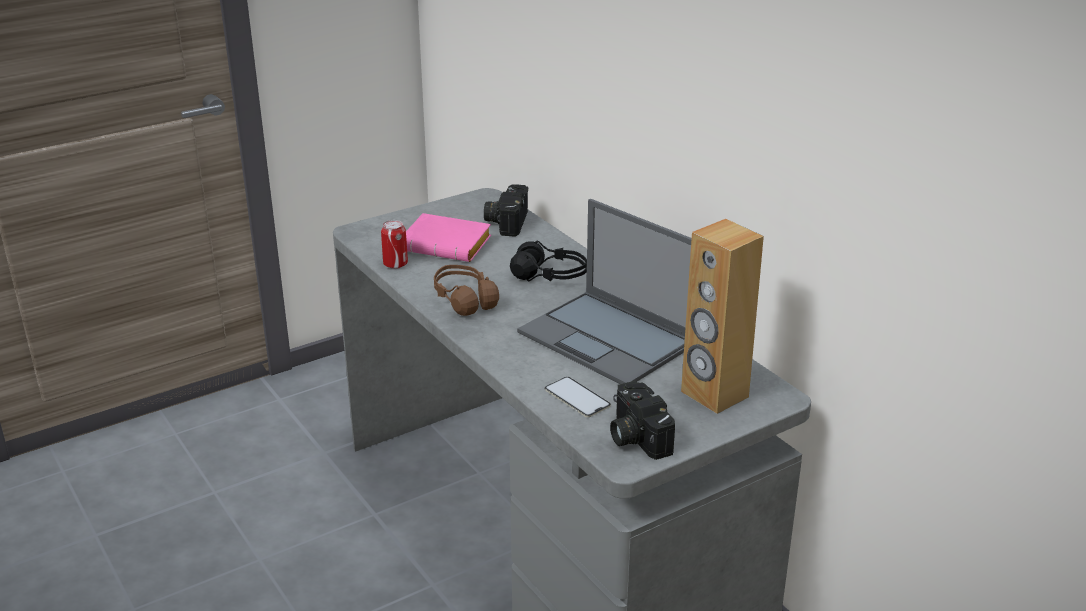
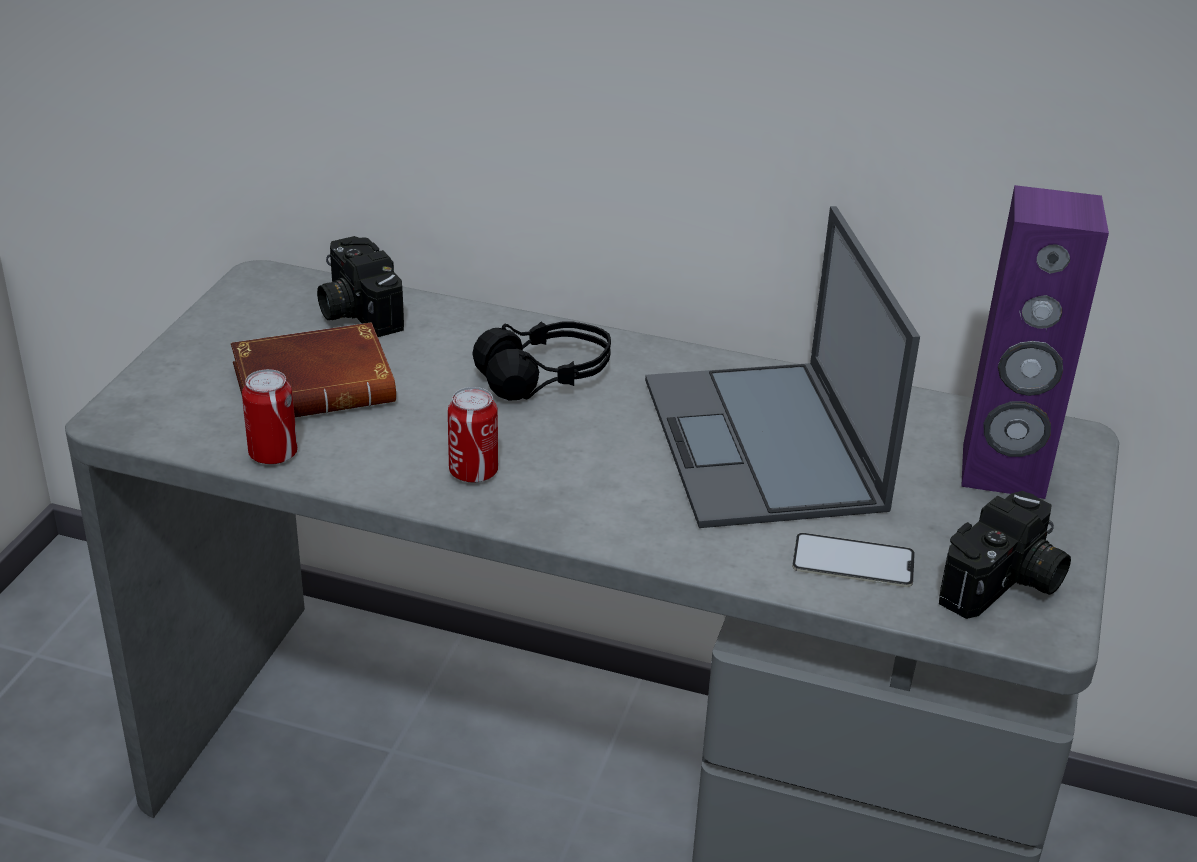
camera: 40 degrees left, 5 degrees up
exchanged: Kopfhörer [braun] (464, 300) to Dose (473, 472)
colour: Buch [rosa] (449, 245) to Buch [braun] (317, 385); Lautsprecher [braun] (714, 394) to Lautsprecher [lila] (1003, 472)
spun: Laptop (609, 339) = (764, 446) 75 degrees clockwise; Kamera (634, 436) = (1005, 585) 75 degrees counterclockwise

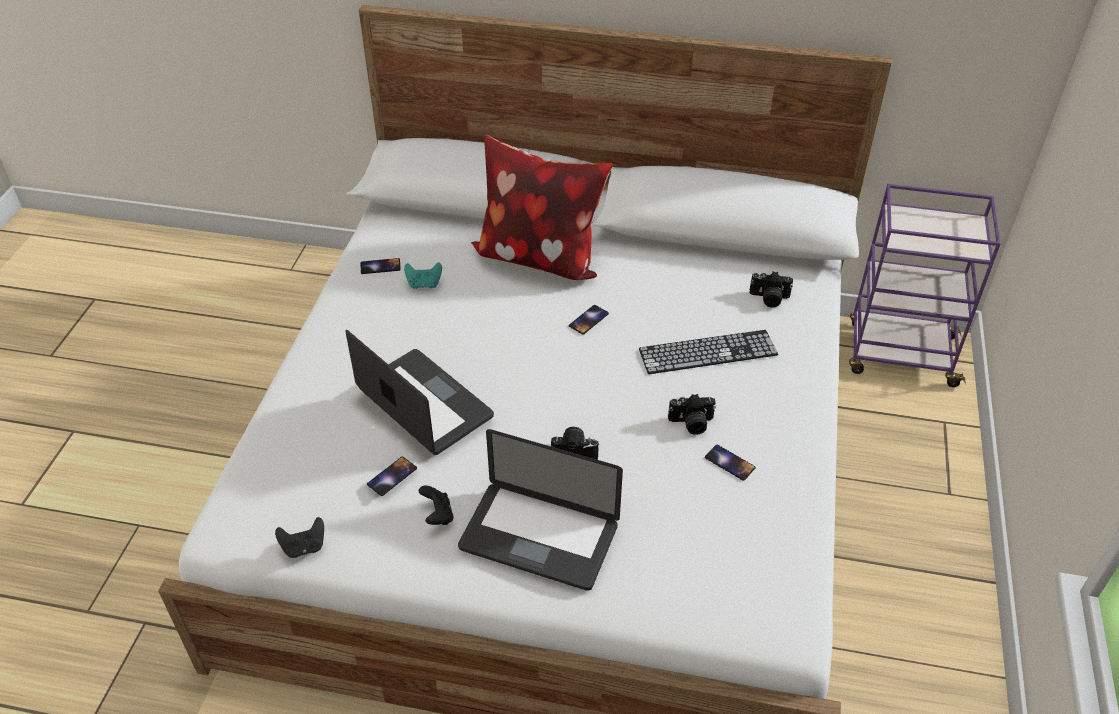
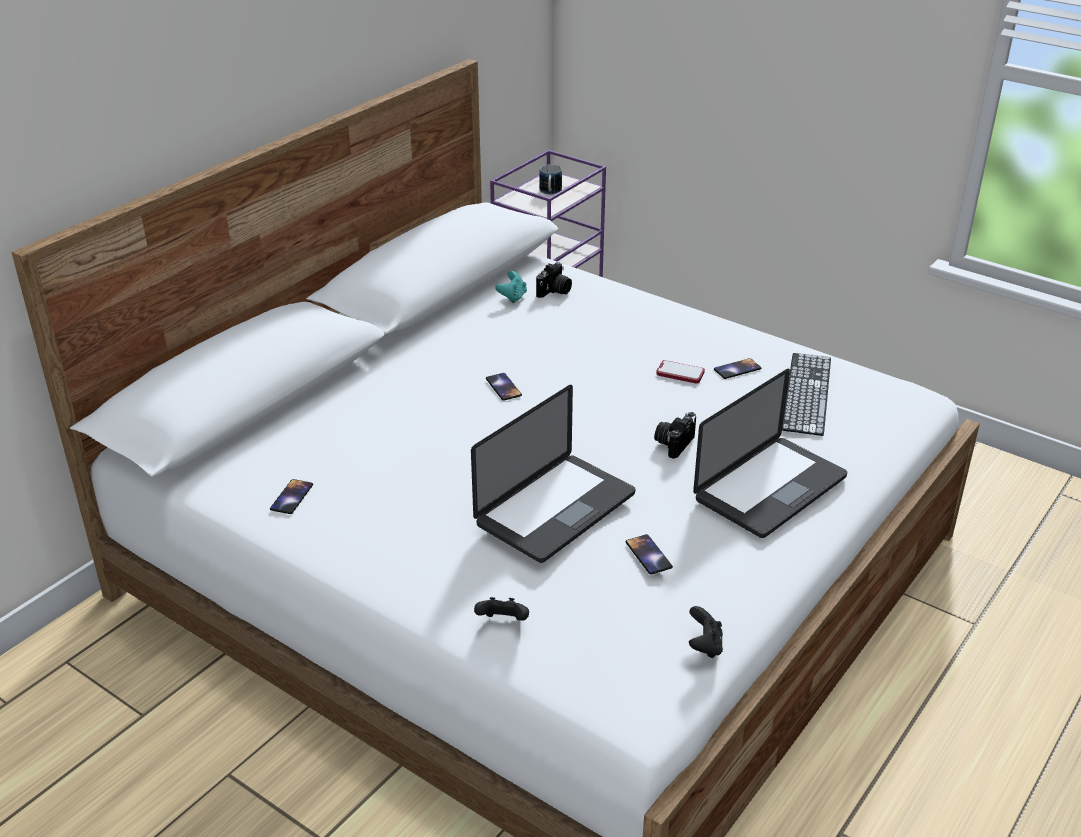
camera: 65 degrees left, 10 degrees down
missing: Kissen (539, 256)
appeared: Henkelbecher (550, 192)
relocated: Gamepad [türkis] (424, 284) to (512, 297); Gamepad [schwarz] (437, 515) to (503, 622); Tastatur (708, 352) to (807, 393)
exchanged: Kamera (691, 423) to Handy (680, 373)
spun: Laptop (424, 403) = (556, 510) 150 degrees clockwise

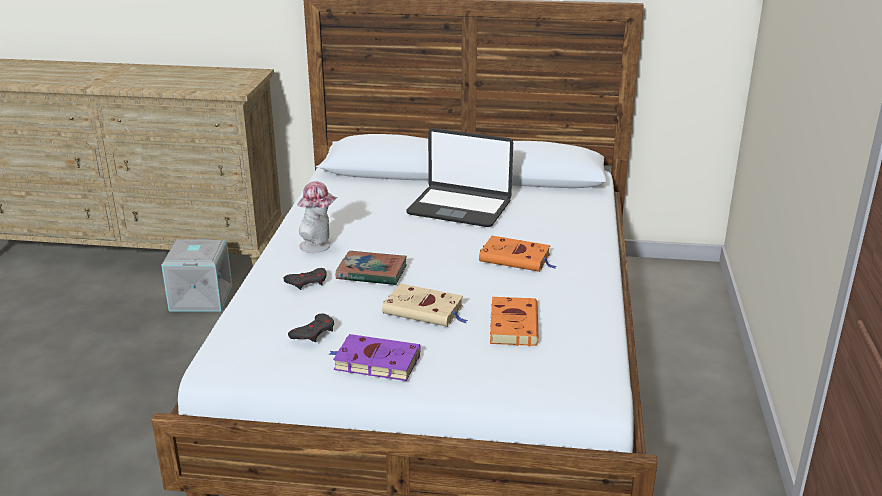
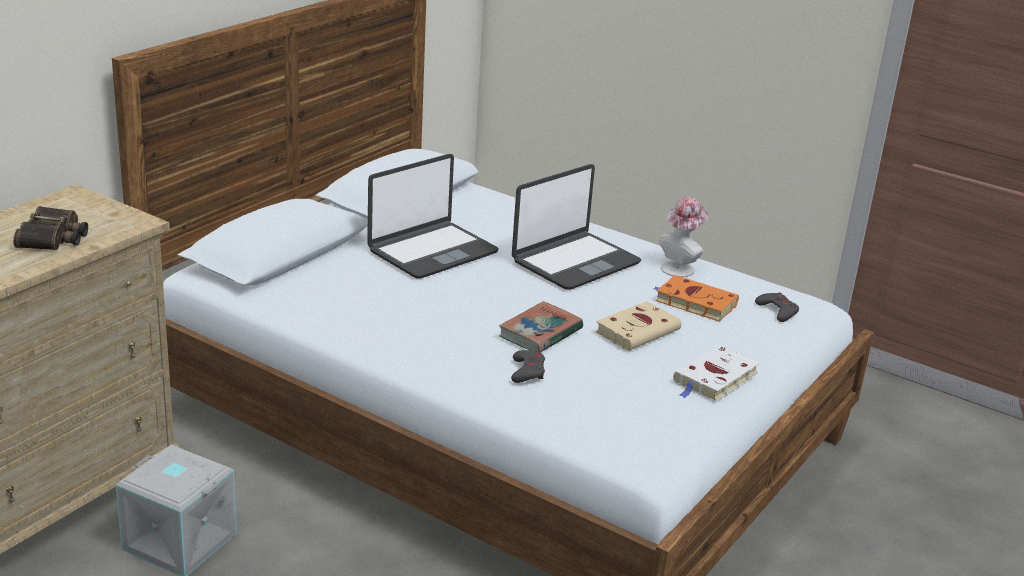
camera: 65 degrees left, 0 degrees up
appeared: Fernglas (53, 238)
relocated: Gamepad [grau] (314, 332) to (777, 311); Hut (319, 246) to (680, 268)
exchanged: Buch [orange] (517, 258) to Laptop (574, 262)
colour: Buch [lila] (374, 362) to Buch [weiß] (714, 379)

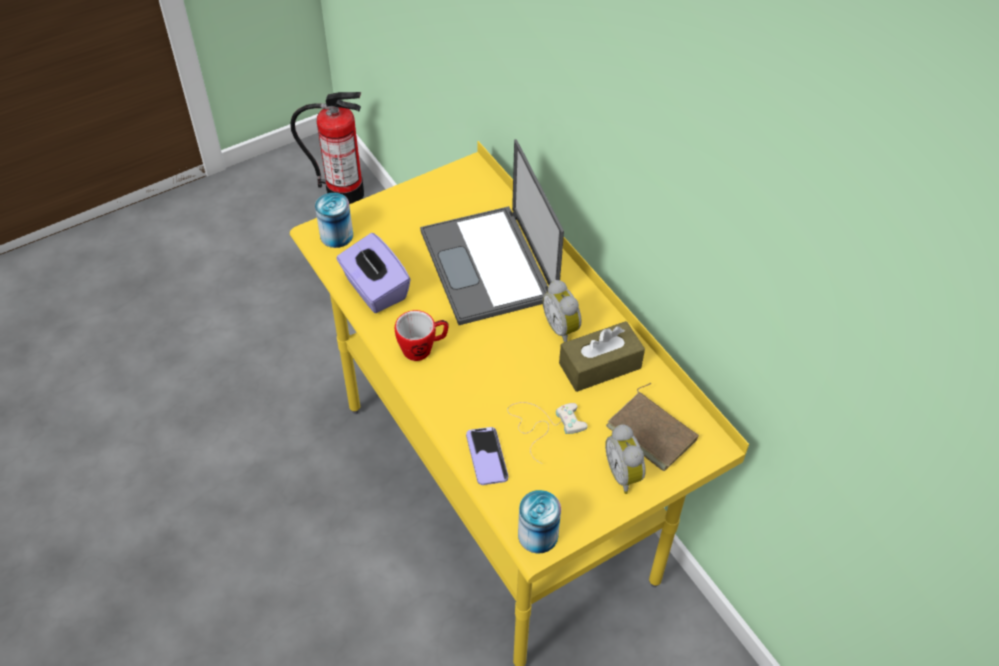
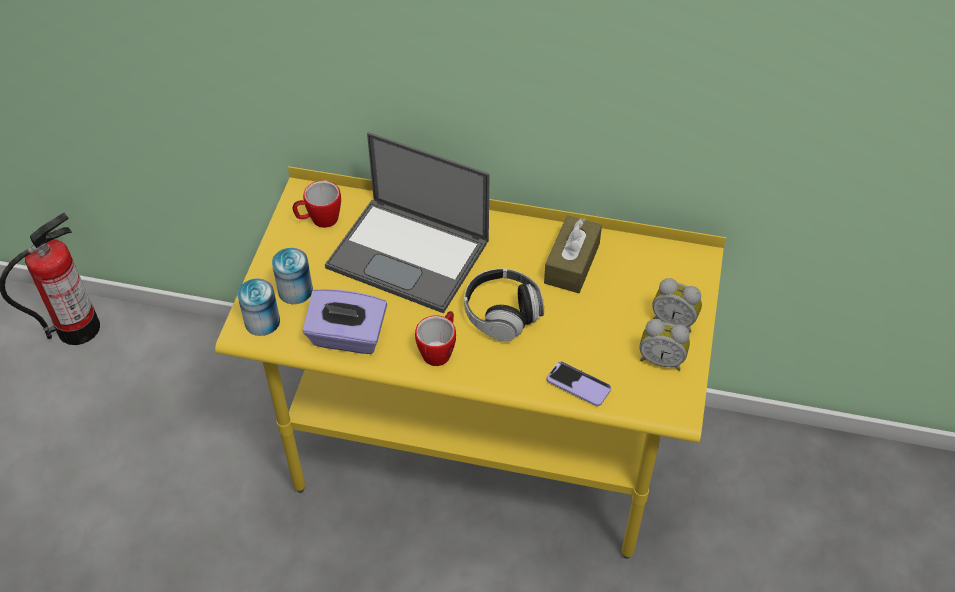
camera: 45 degrees left, 0 degrees up
missing: Gamepad [weiß] (543, 424); Buch [braun] (653, 432)
appeared: Henkelbecher (319, 220); Kopfhörer (502, 314)
relocated: Dose (538, 535) to (295, 290); Wecker (562, 328) to (661, 359)

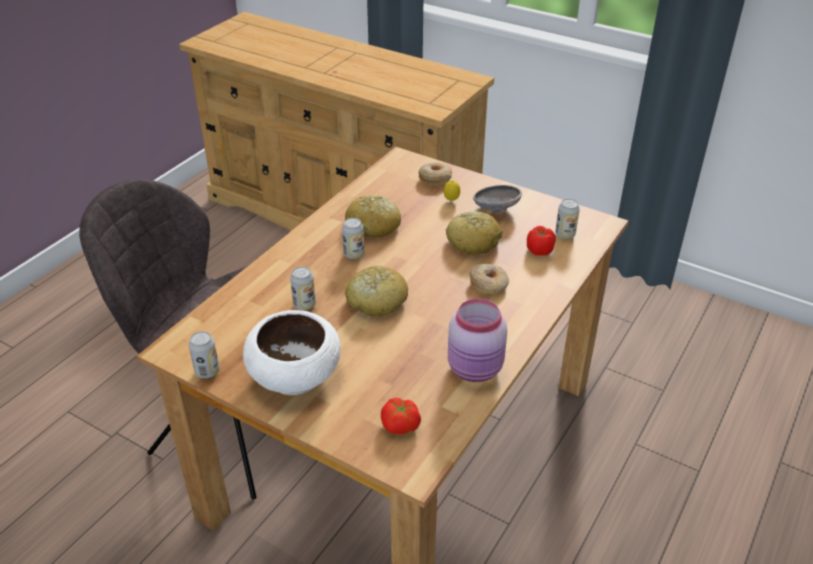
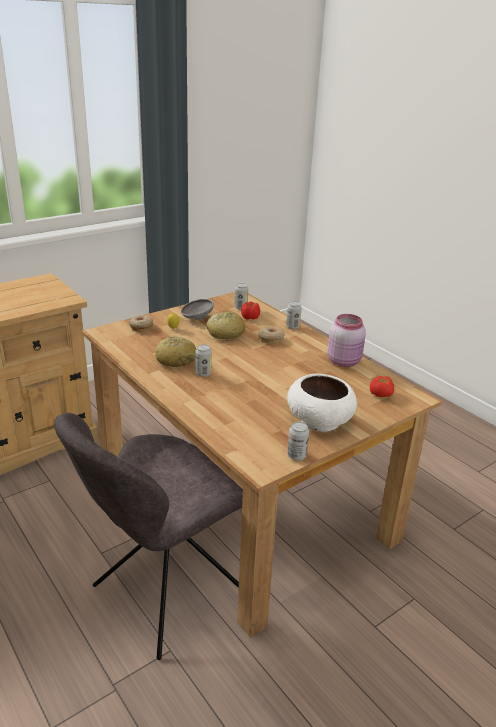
camera: 70 degrees left, 10 degrees down
missing: Brot (376, 301)
relocated: Dose (304, 304) to (292, 327)

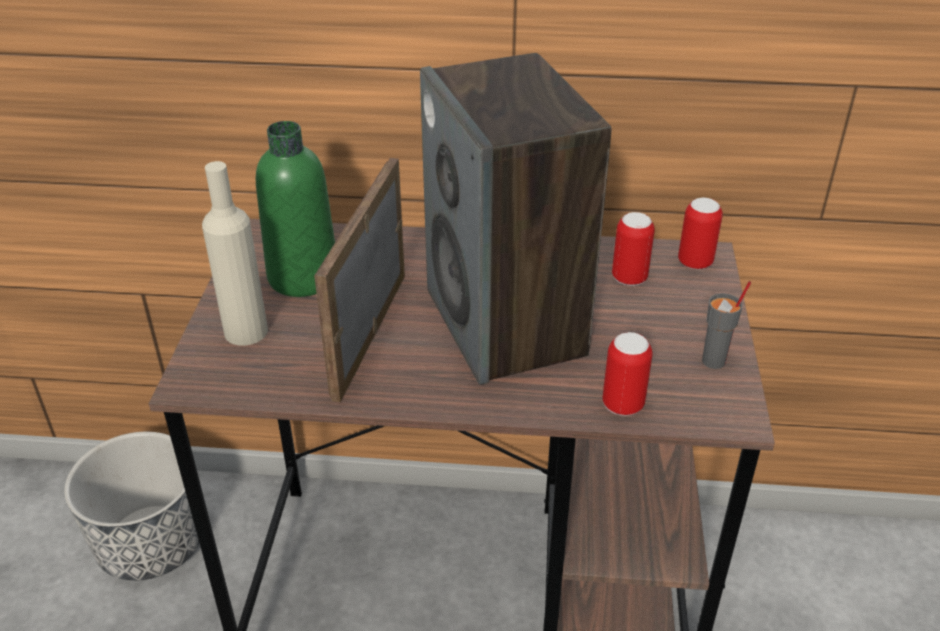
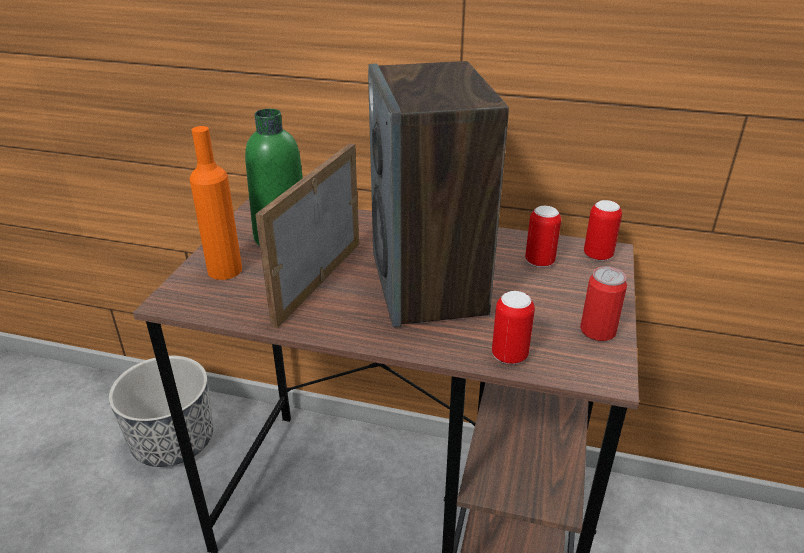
camera: 10 degrees right, 5 degrees down
exchanged: Tasse [grau] (714, 361) to Dose (598, 331)
colour: Flasche [beige] (246, 331) to Flasche [orange] (225, 270)

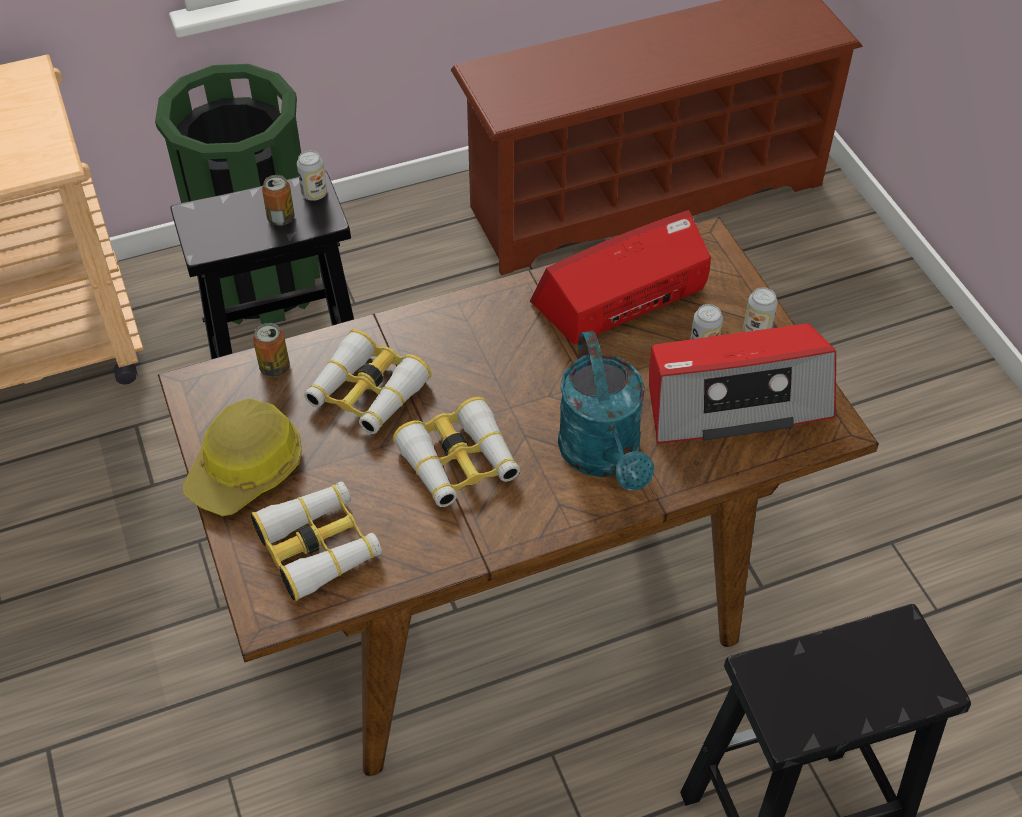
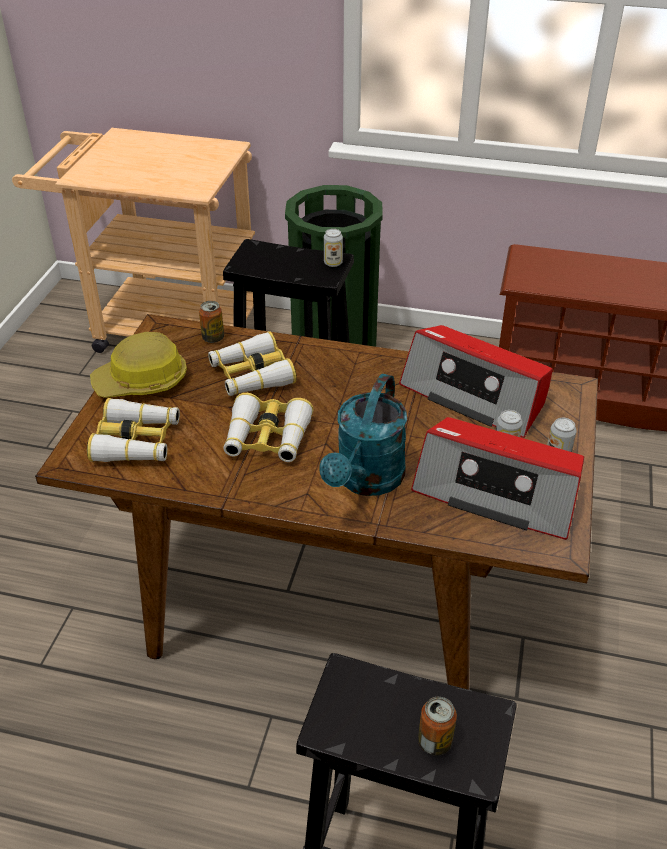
camera: 35 degrees right, 10 degrees down
relocated: Dose (281, 218) to (435, 742)
spun: Radio (622, 297) = (475, 395) 150 degrees counterclockwise

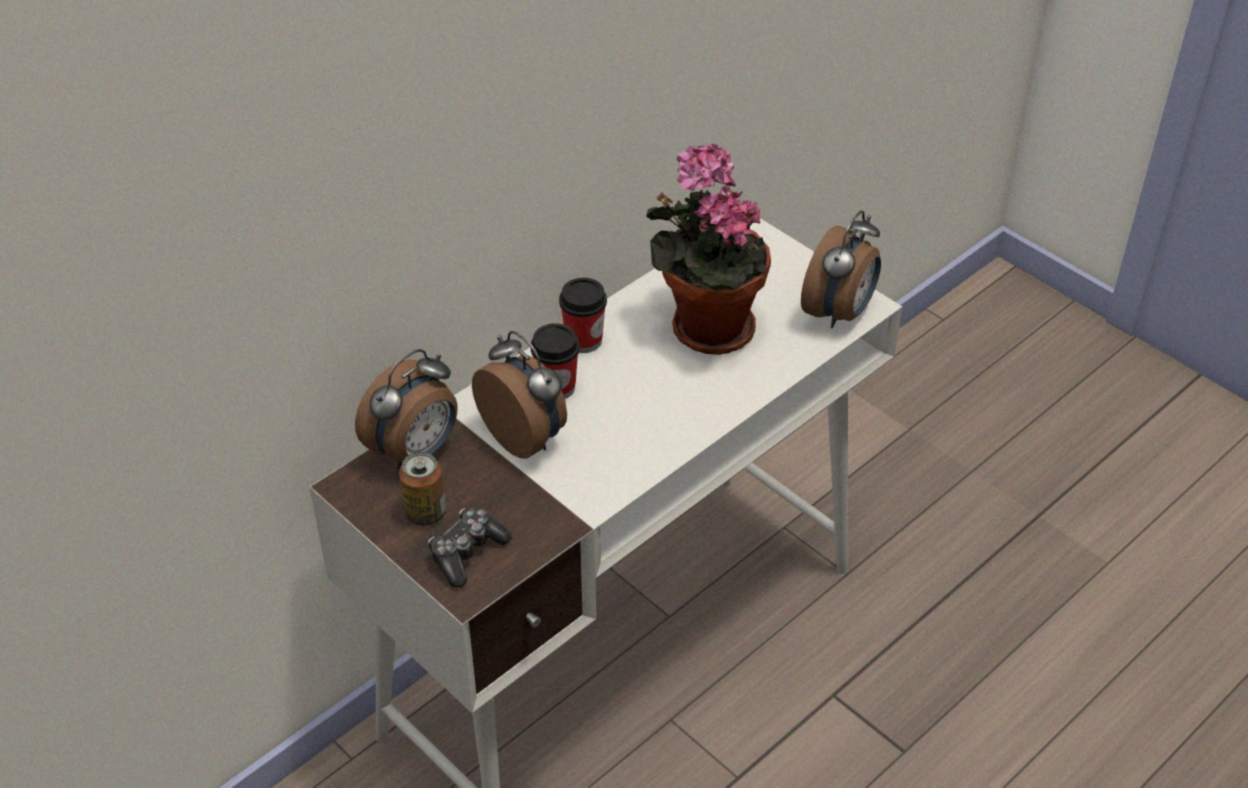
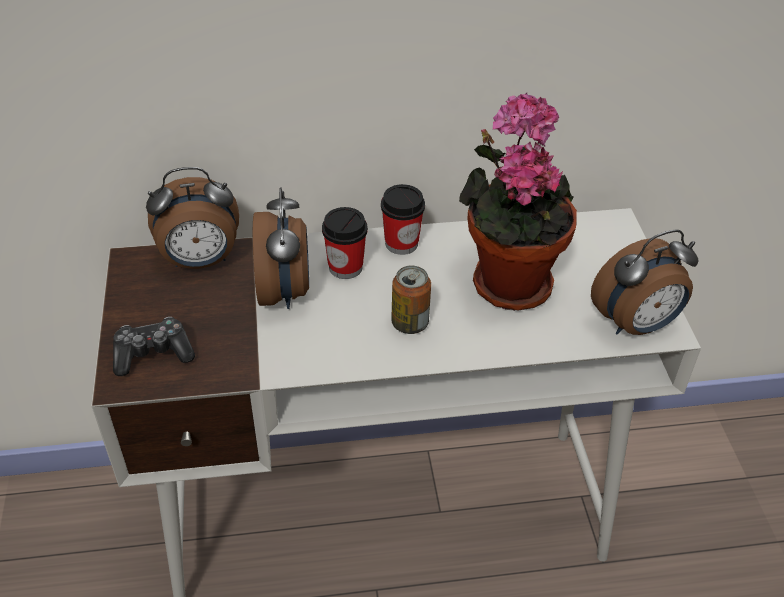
camera: 35 degrees right, 0 degrees up
relocated: Dose (425, 513) to (410, 323)

